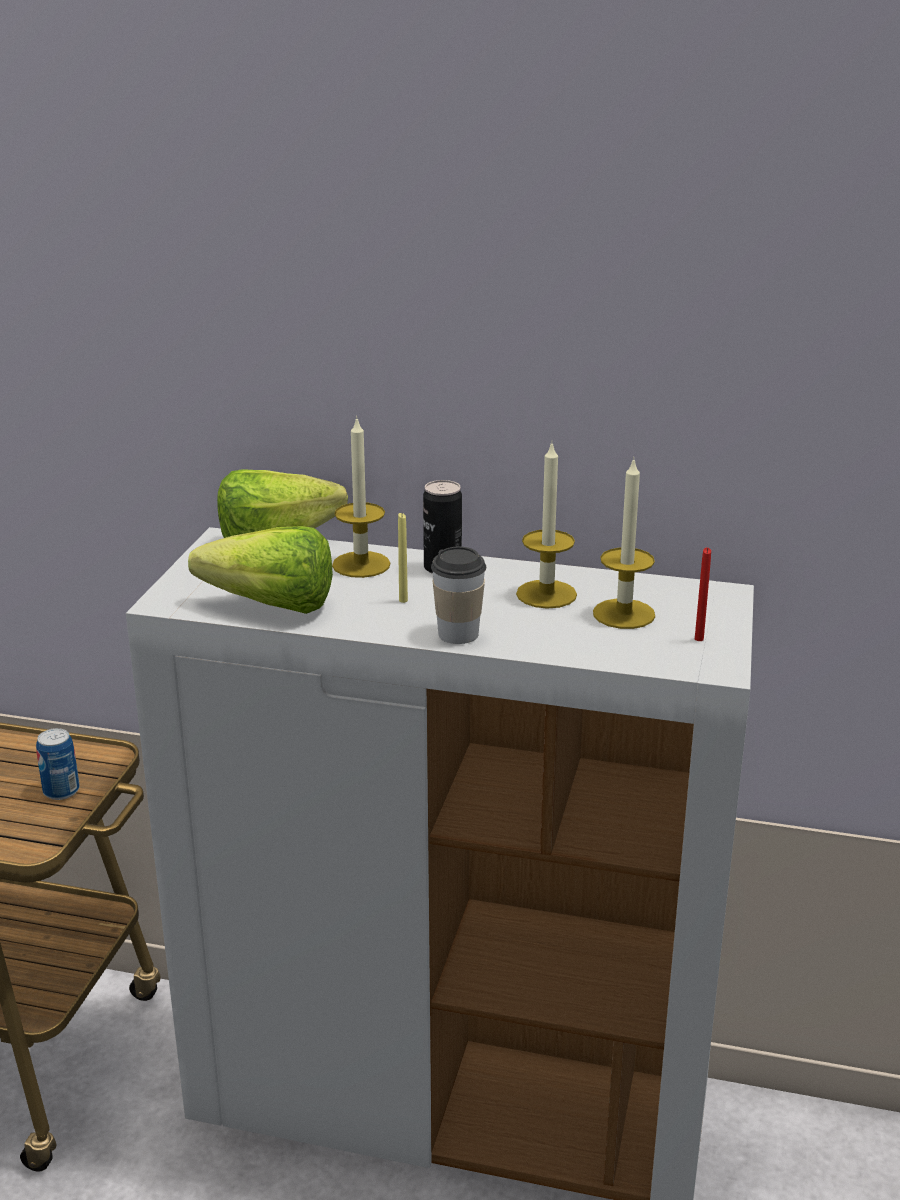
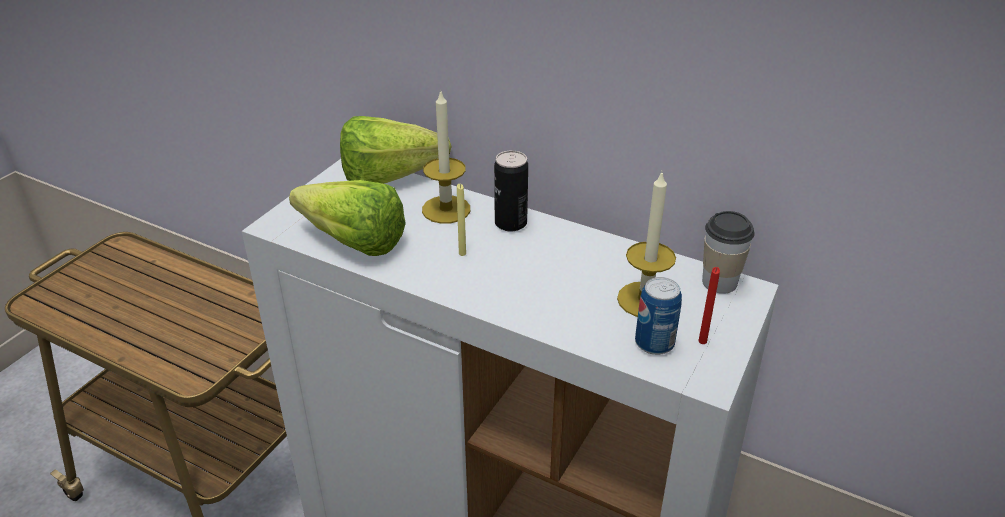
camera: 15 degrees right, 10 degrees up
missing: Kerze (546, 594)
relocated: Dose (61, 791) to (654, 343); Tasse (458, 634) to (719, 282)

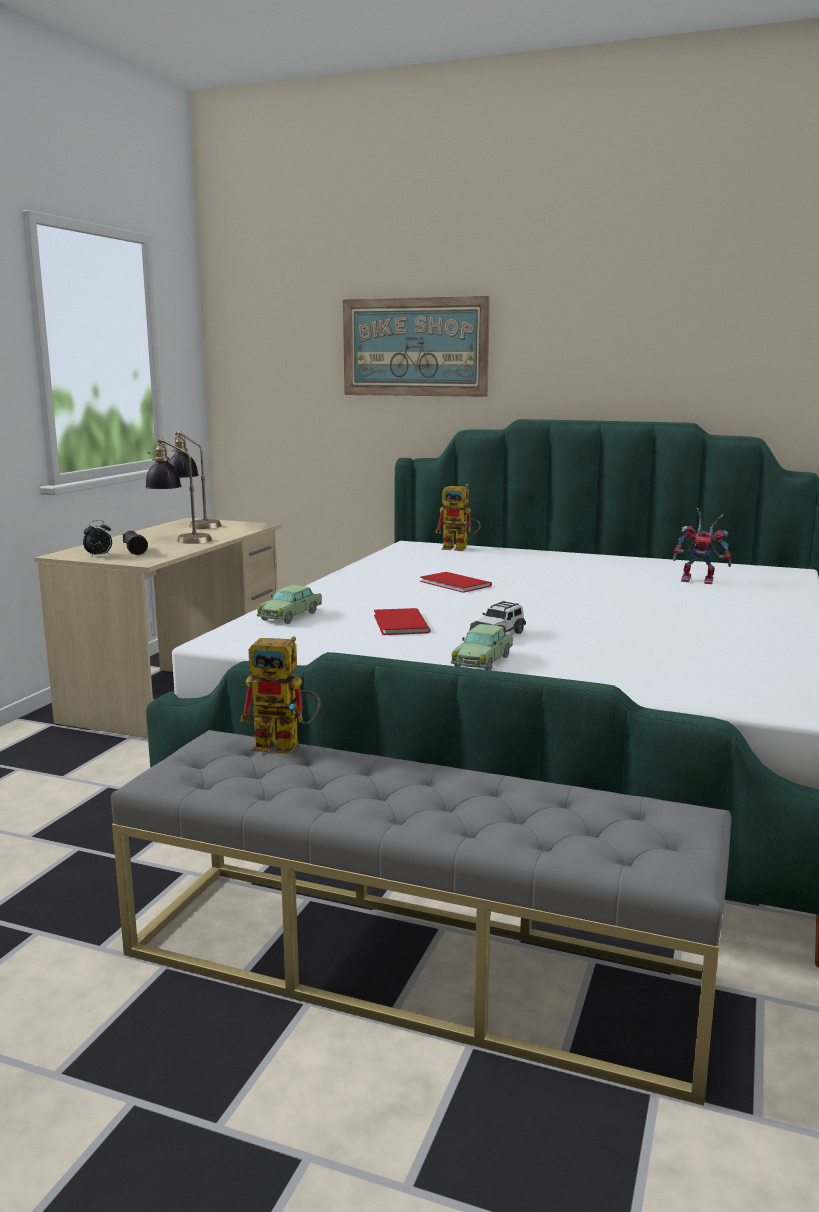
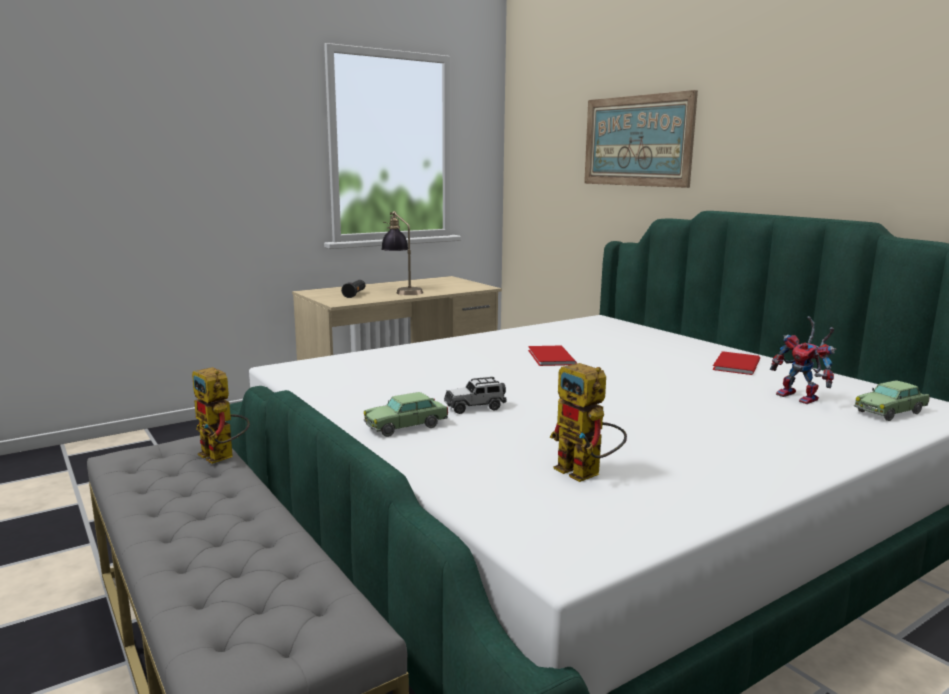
camera: 35 degrees right, 0 degrees up
missing: Wecker (99, 556); Tischlampe (195, 525)
relocated: Spielzeugauto (290, 616) to (890, 412); Buch [rot] (399, 624) to (734, 365); Spielzeugroboter (460, 548) to (586, 474)

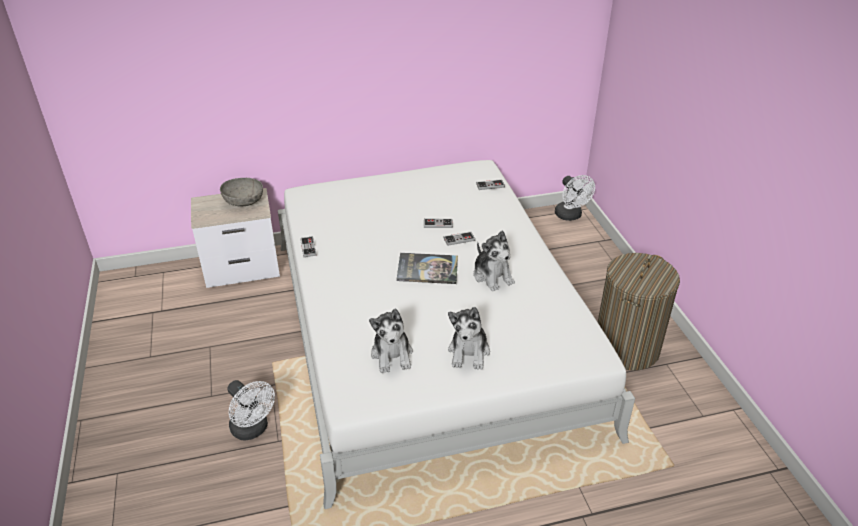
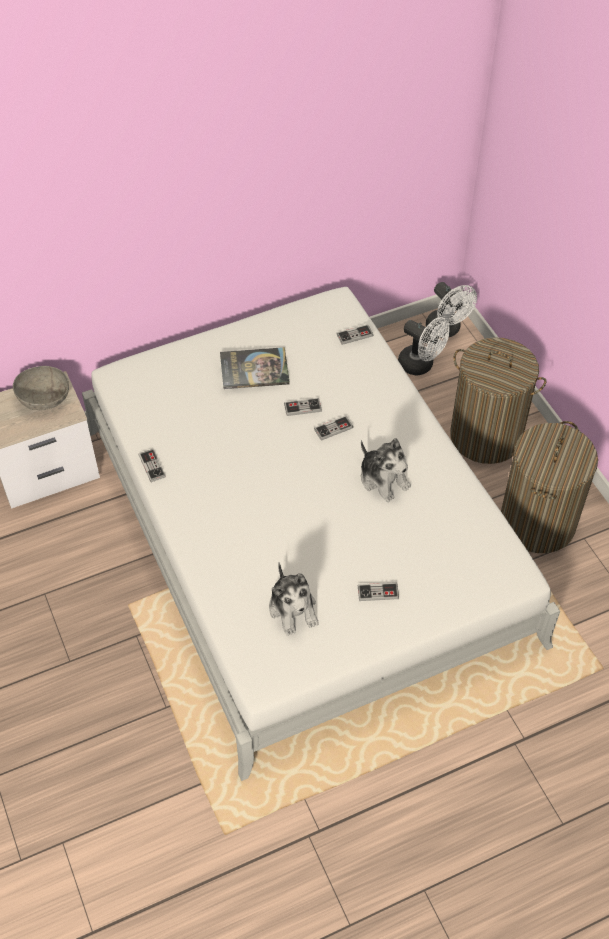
camera: 10 degrees left, 15 degrees up
appeared: Wäschekorb (486, 436)
relocated: Ventilator [weiß] (253, 430) to (421, 365); Buch (427, 269) to (254, 369)
exchanged: Plüschtier (469, 352) to Gamepad (378, 592)

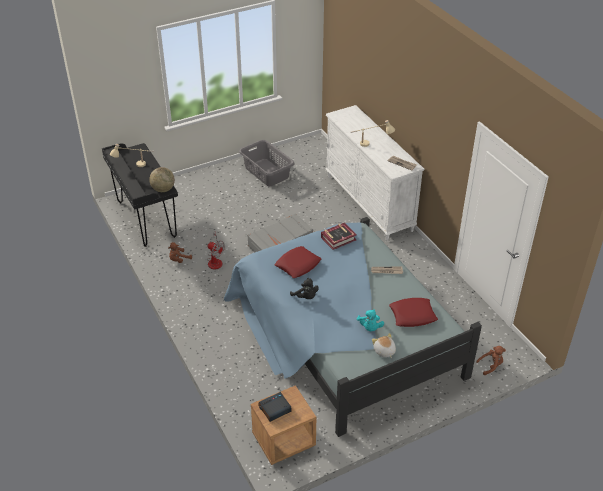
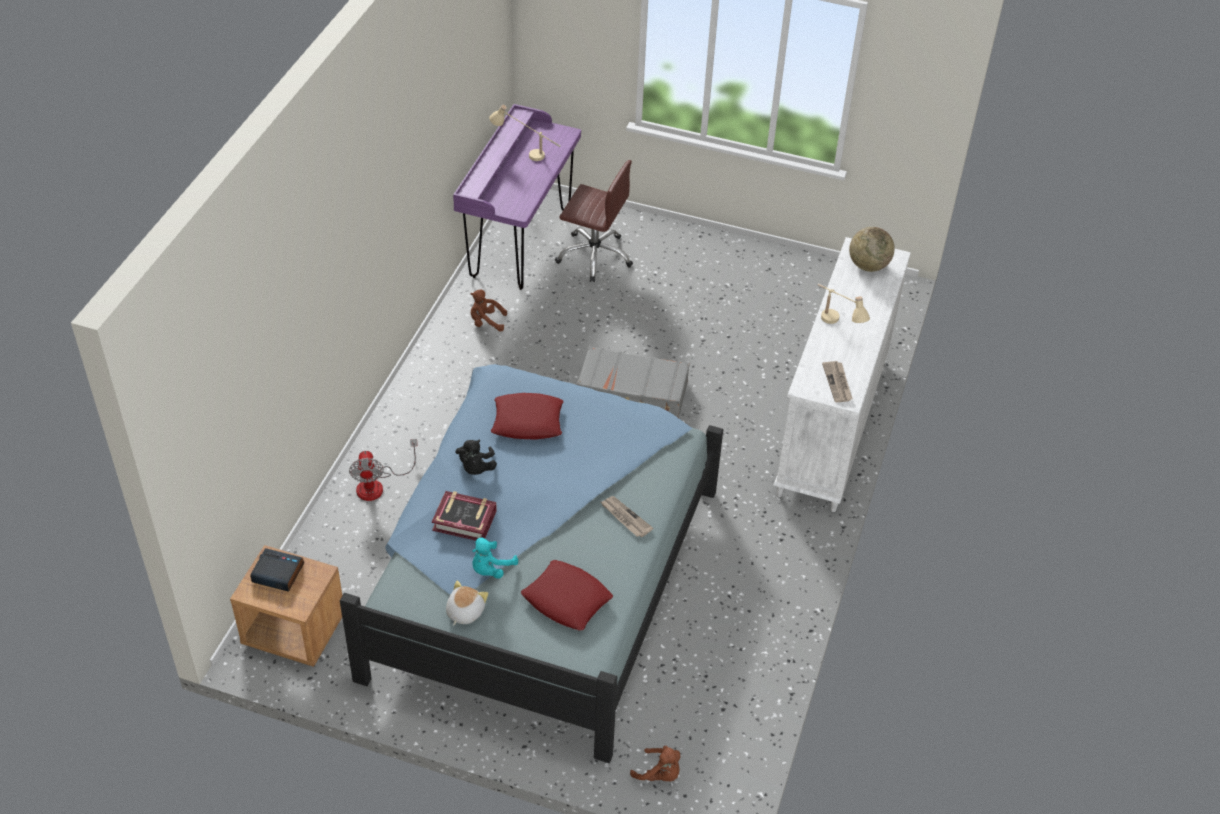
camera: 45 degrees right, 5 degrees up
missing: Wäschekorb [grau] (266, 172)
appeared: Bürostuhl [braun] (594, 256)
relocated: Globus (163, 189) to (868, 265); Ventilator (215, 260) to (378, 485); Buch (338, 238) to (464, 520)
colour: Schreibtisch [schwarz] (146, 219) to Schreibtisch [lila] (520, 243)

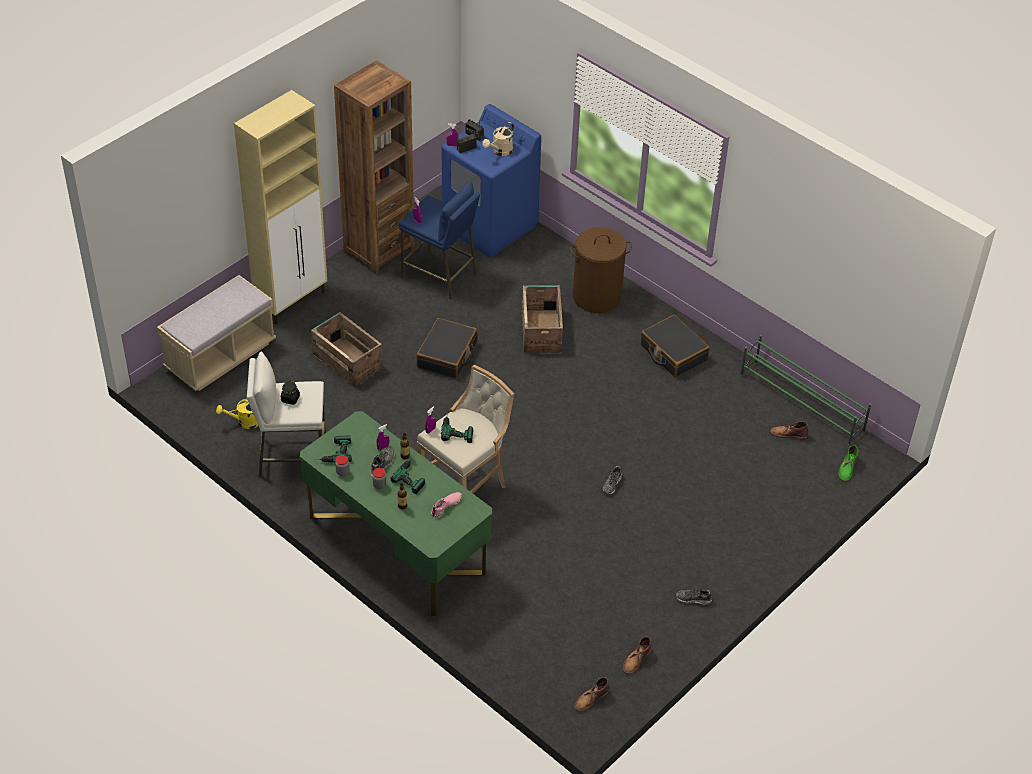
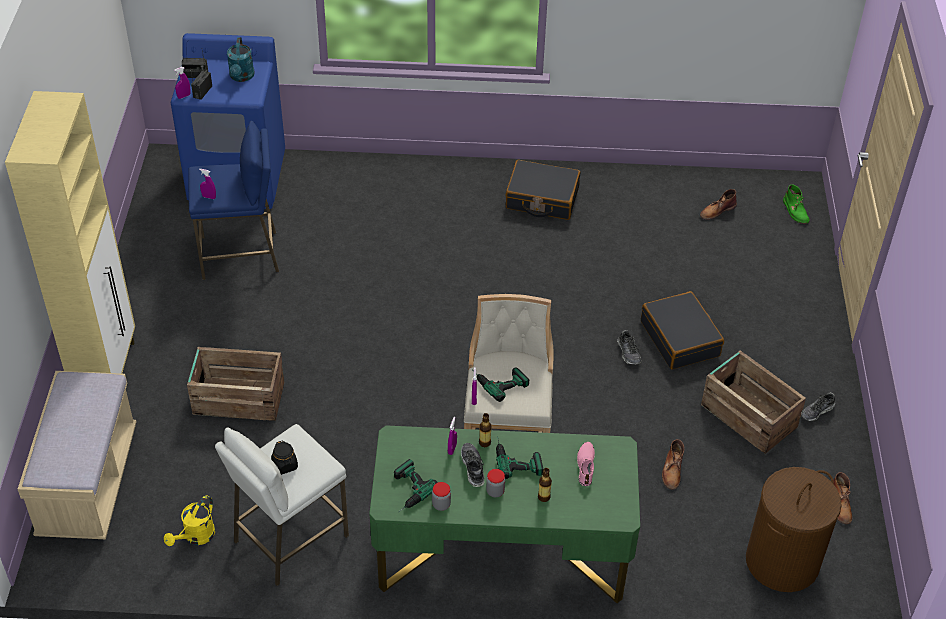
camera: 40 degrees left, 0 degrees up
missing: Bücherregal [braun] (378, 250); Schuhregal [grün] (801, 404)
relocated: Koffer [schwarz] (447, 355) to (680, 339); Kiste (541, 330) to (748, 415); Wäschekorb [braun] (596, 297) to (782, 562); Stiefel [braun] (591, 699) to (672, 470)
colour: Gießkanne [beige] (500, 152) to Gießkanne [türkis] (241, 77)

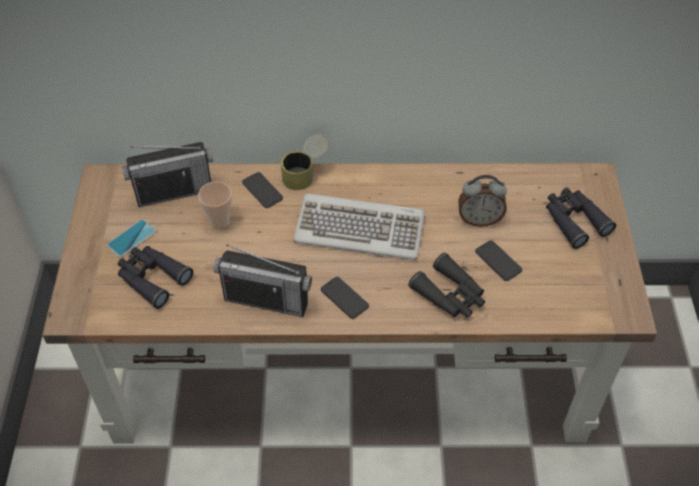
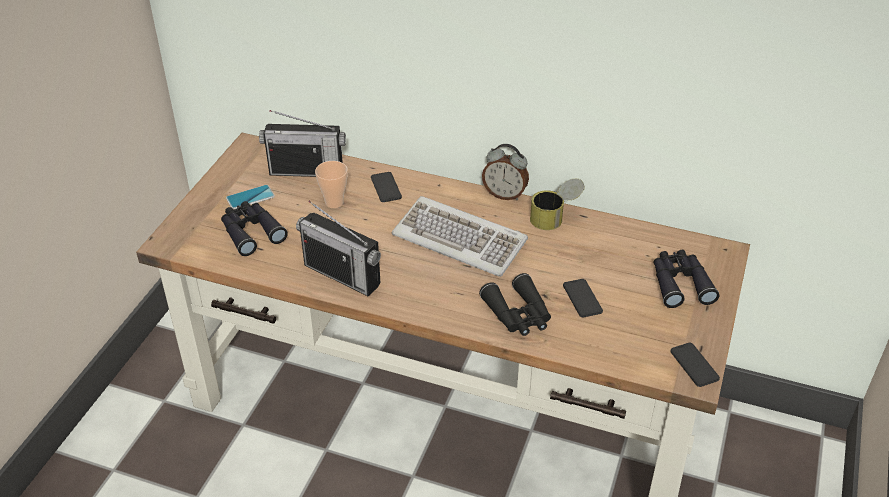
camera: 20 degrees right, 10 degrees down
relocated: Dose (305, 174) to (555, 217); Handy (344, 298) to (694, 365); Wecker (479, 219) to (505, 194)

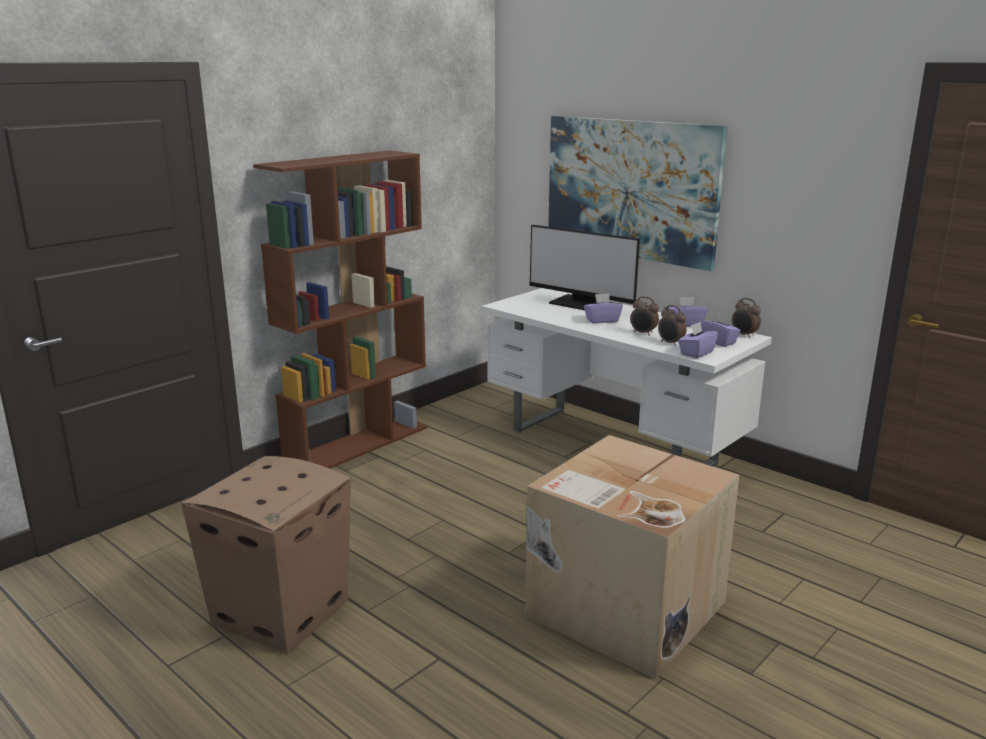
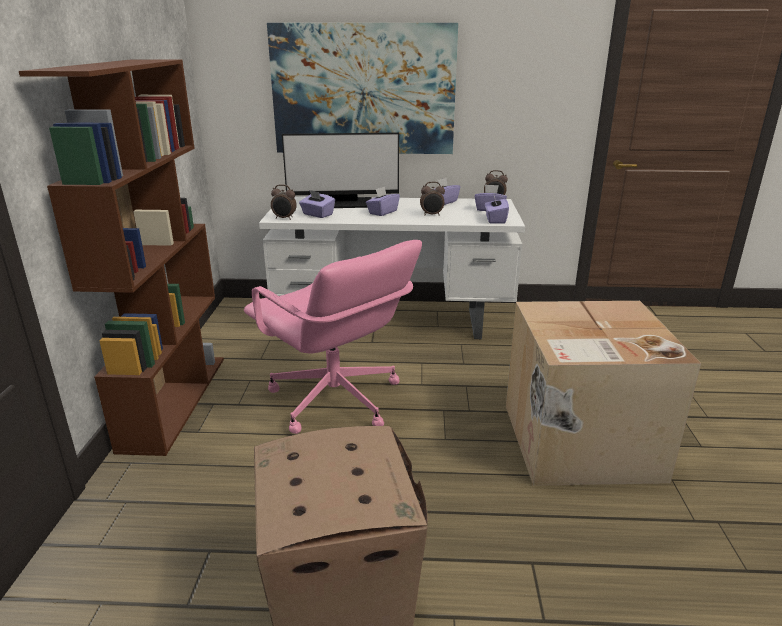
camera: 40 degrees left, 5 degrees up
appeared: Bürostuhl [rosa] (335, 400); Taschentuchbox [lila] (317, 214)
relocated: Wecker (670, 343) to (284, 218)

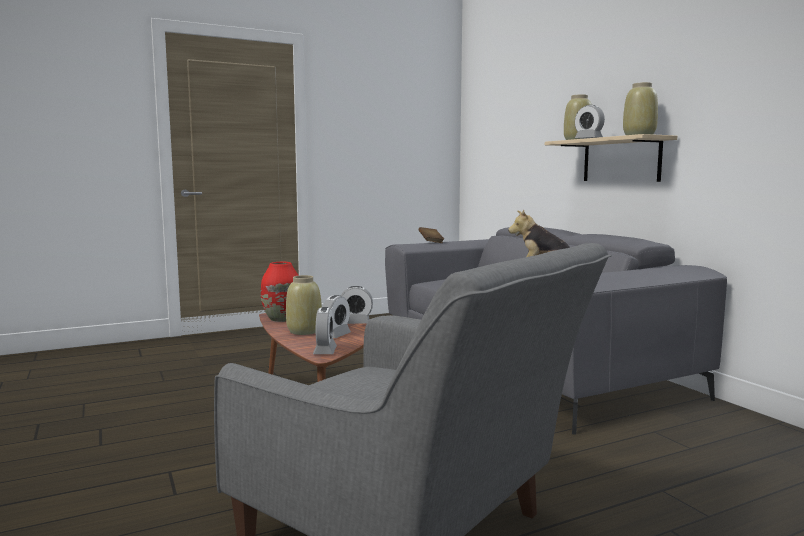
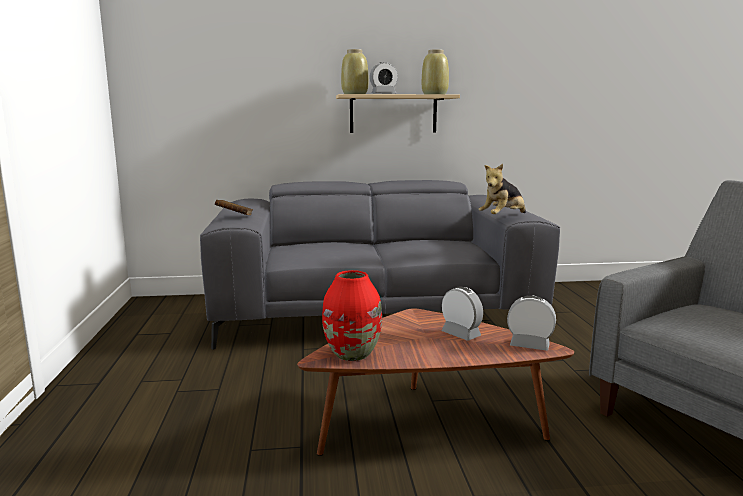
camera: 70 degrees left, 5 degrees up
missing: Vase [beige] (304, 331); Wecker (356, 322)

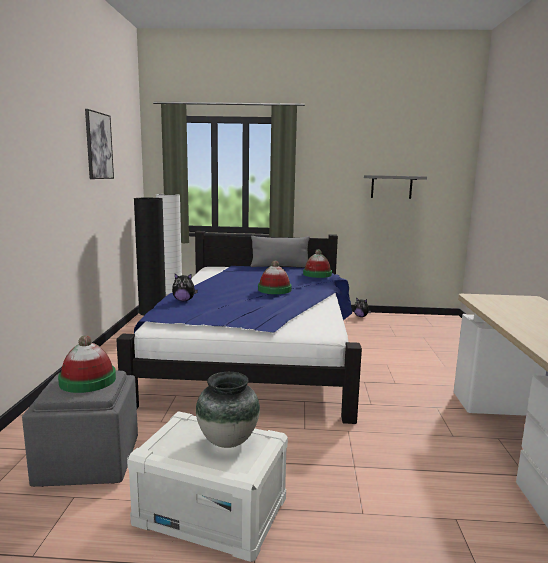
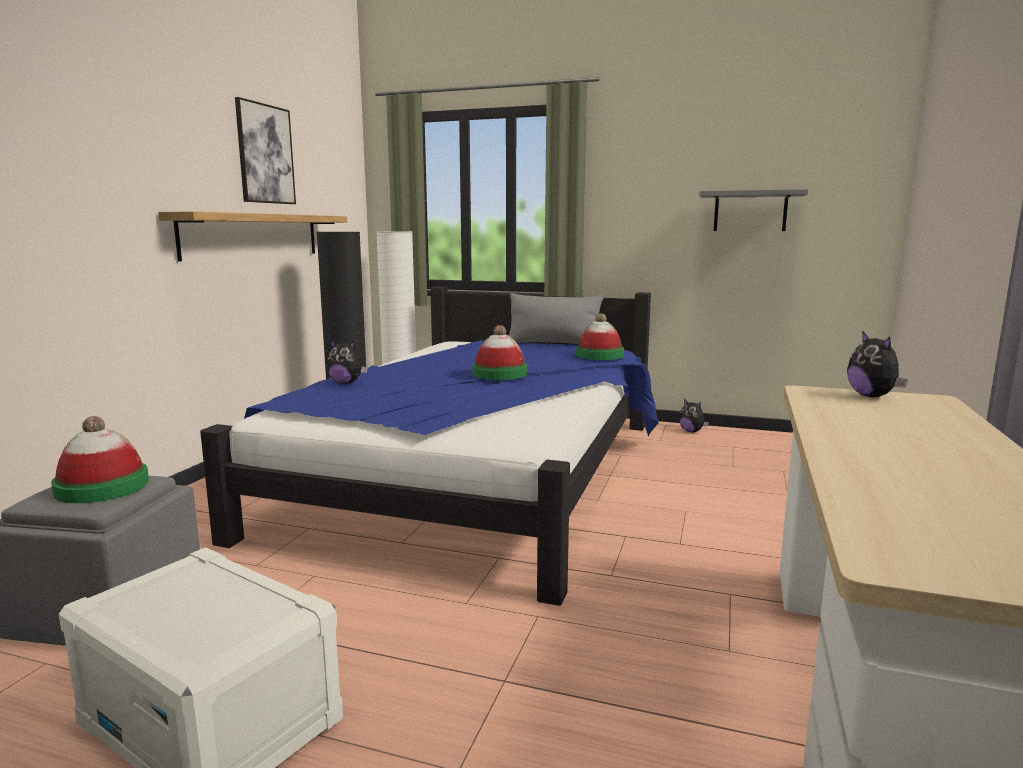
camera: 15 degrees right, 0 degrees up
missing: Vase (227, 440)
appeared: Wandregal (253, 235); Plüschtier (872, 396)

